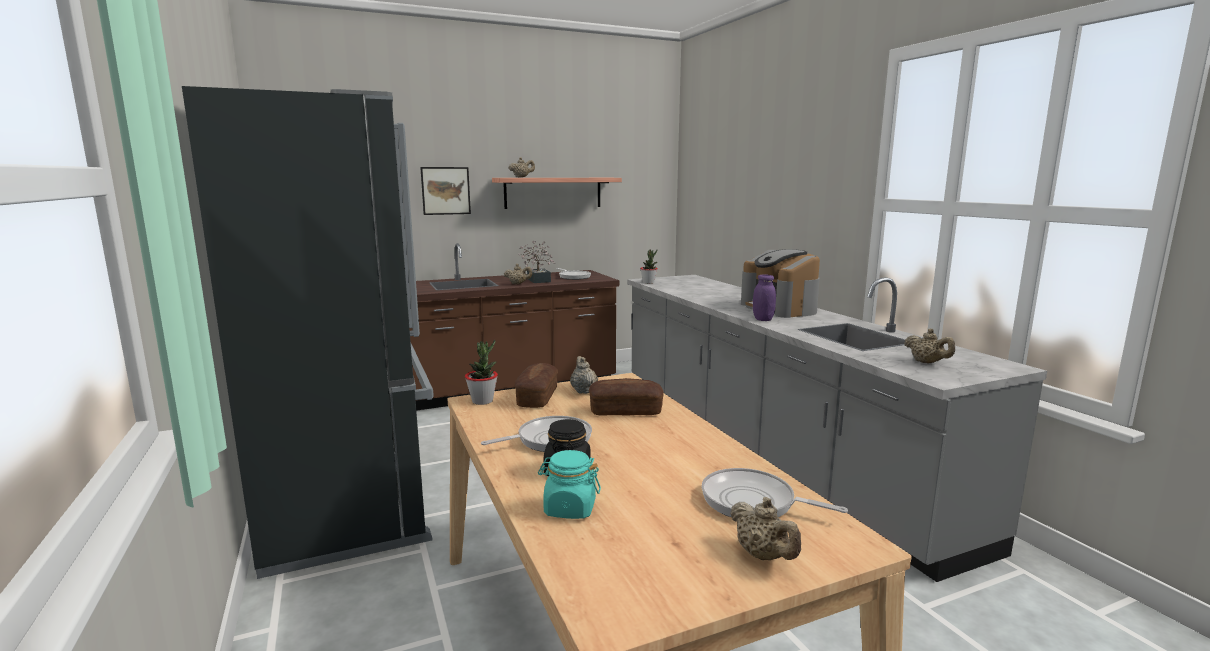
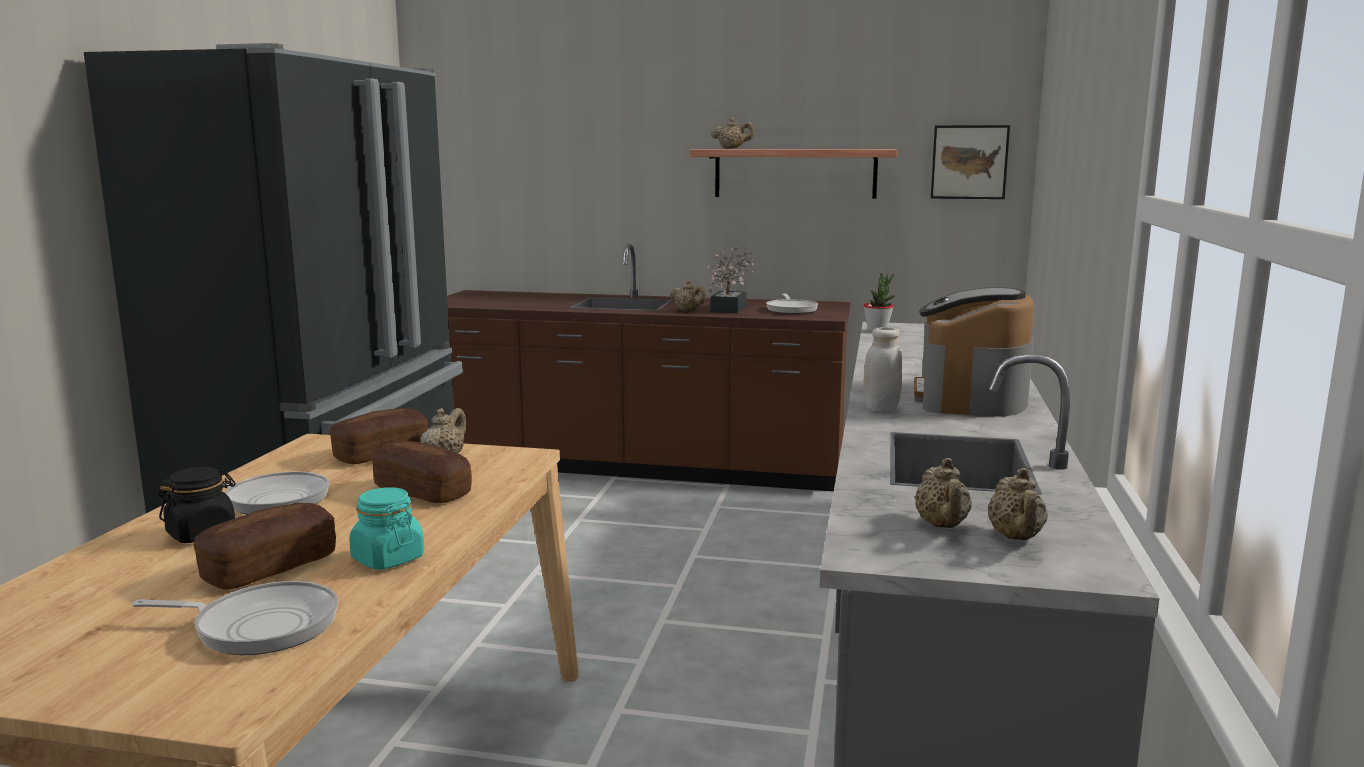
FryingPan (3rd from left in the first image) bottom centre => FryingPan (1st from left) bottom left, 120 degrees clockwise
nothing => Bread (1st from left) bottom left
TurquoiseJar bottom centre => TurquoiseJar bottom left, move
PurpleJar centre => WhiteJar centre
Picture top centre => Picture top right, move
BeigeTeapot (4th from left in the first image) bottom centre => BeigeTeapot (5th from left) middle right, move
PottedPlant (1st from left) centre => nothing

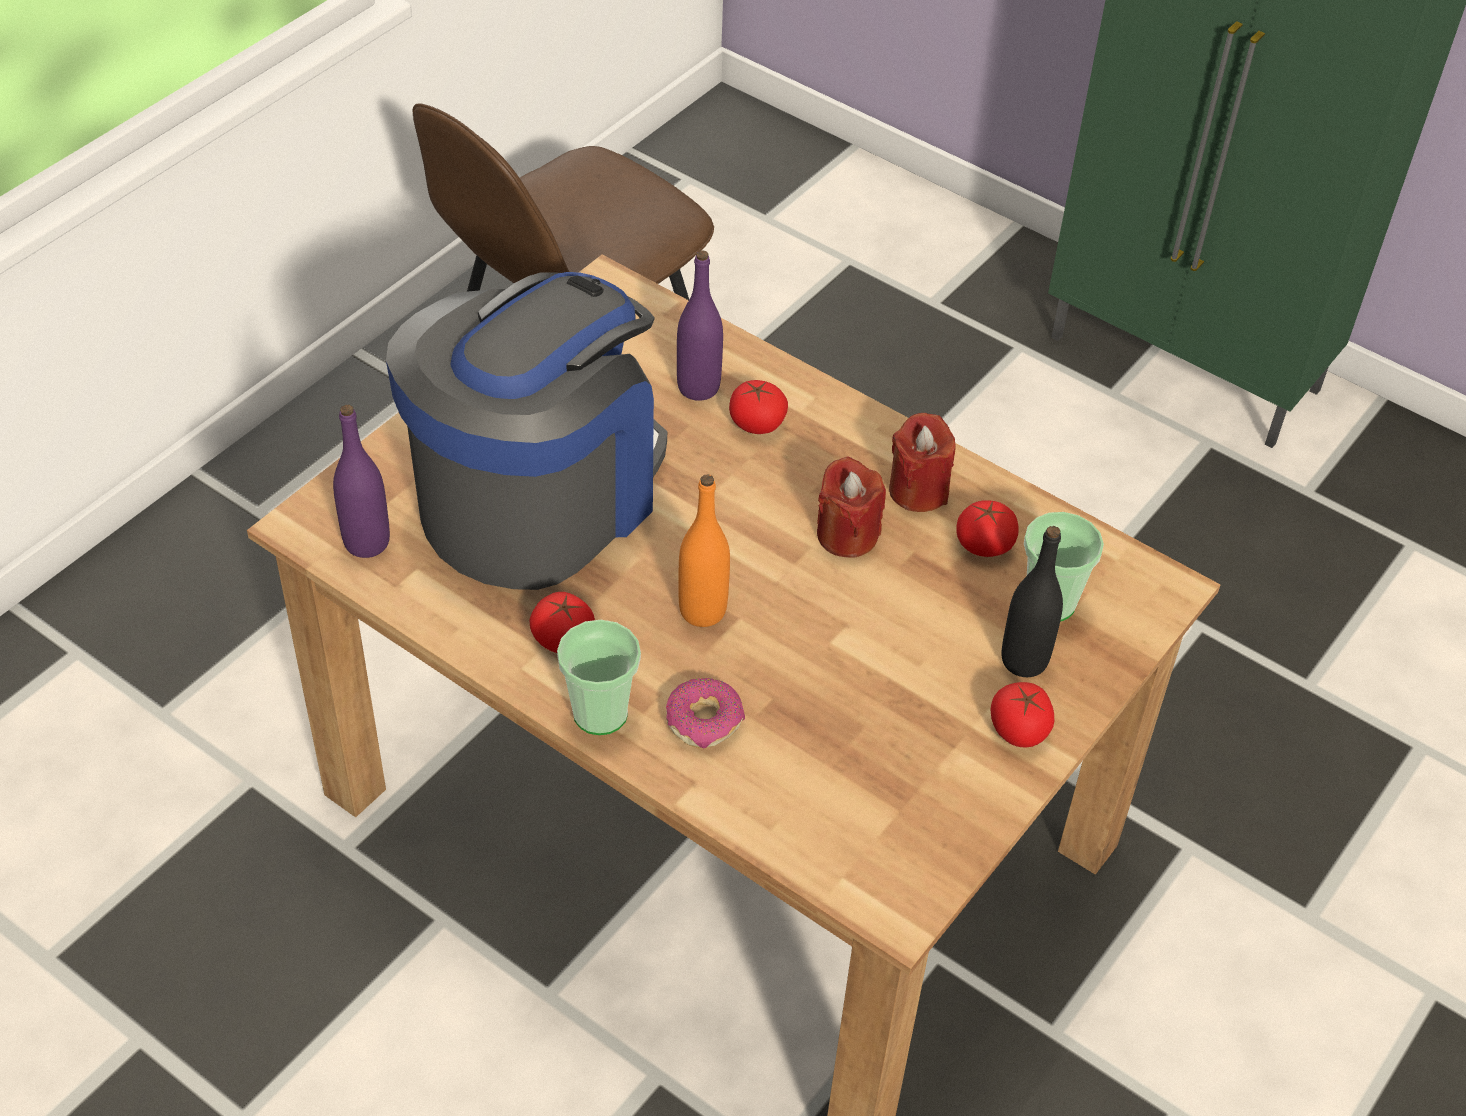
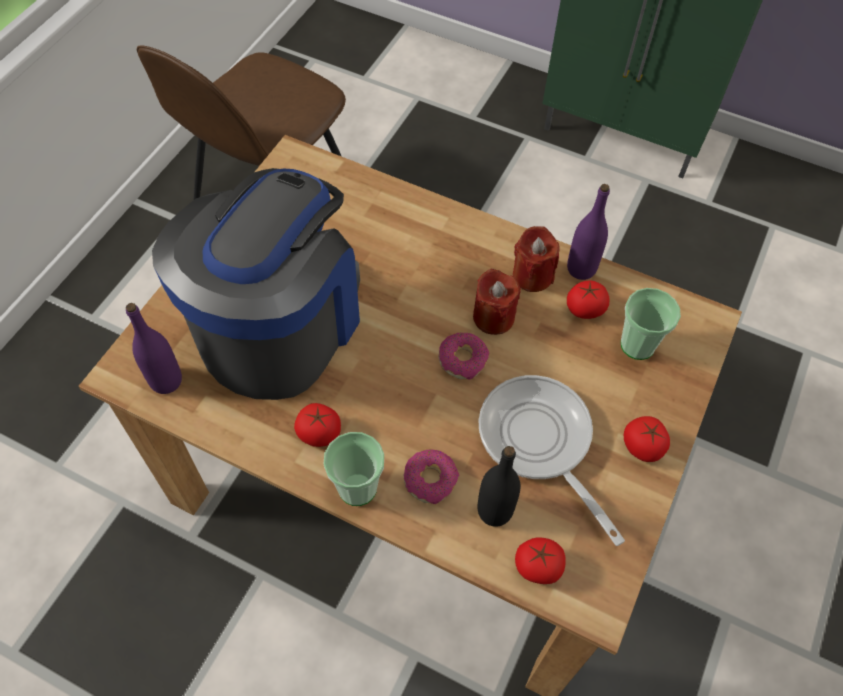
nothing => Donut (2nd from left) centre
BlackBottle middle right => BlackBottle bottom centre, move
nothing => FryingPan centre
Tomato (2nd from left) centre => Tomato (2nd from left) bottom centre, move
PurpleBottle (2nd from left) top centre => PurpleBottle (2nd from left) middle right, move
OrangeBottle centre => nothing

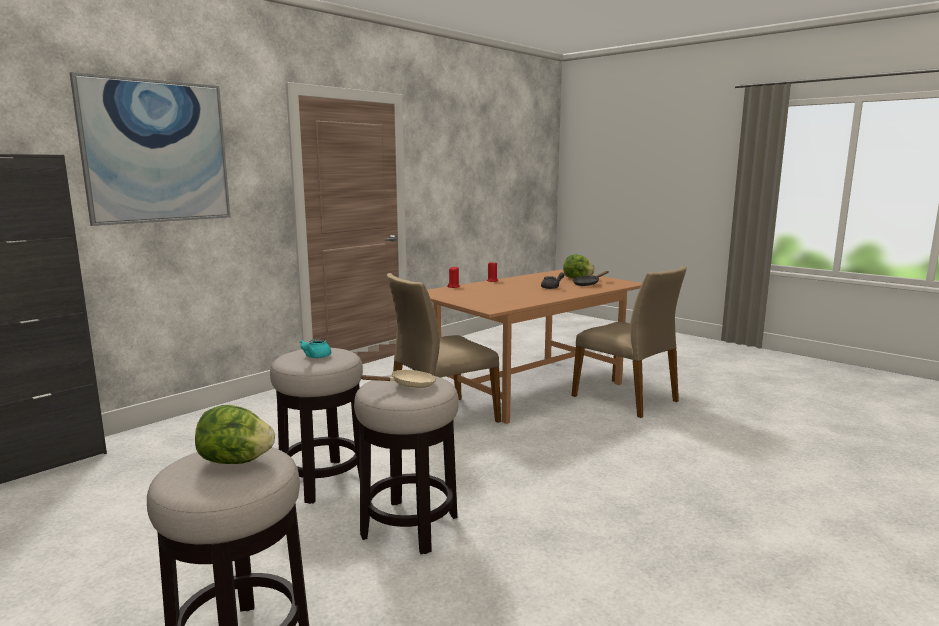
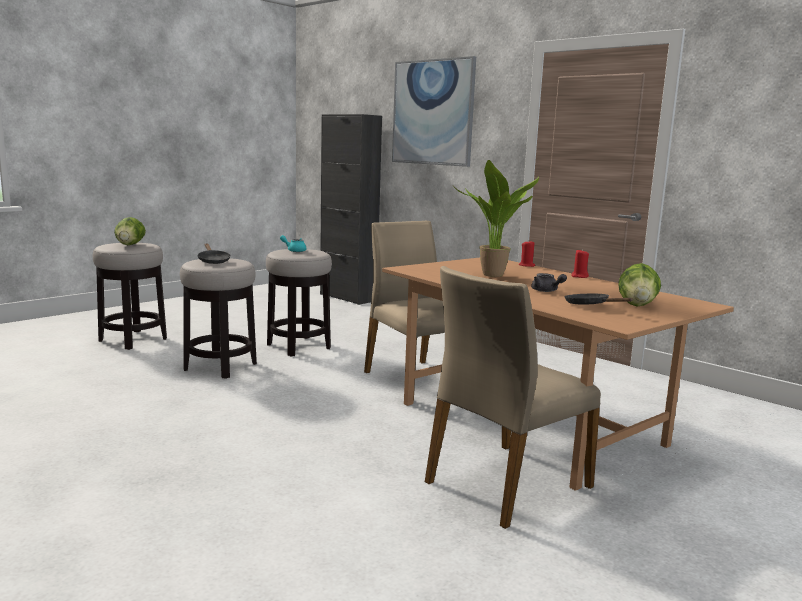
BeigeFryingPan centre => BlackFryingPan (1st from left) middle left
nothing => PottedPlant centre

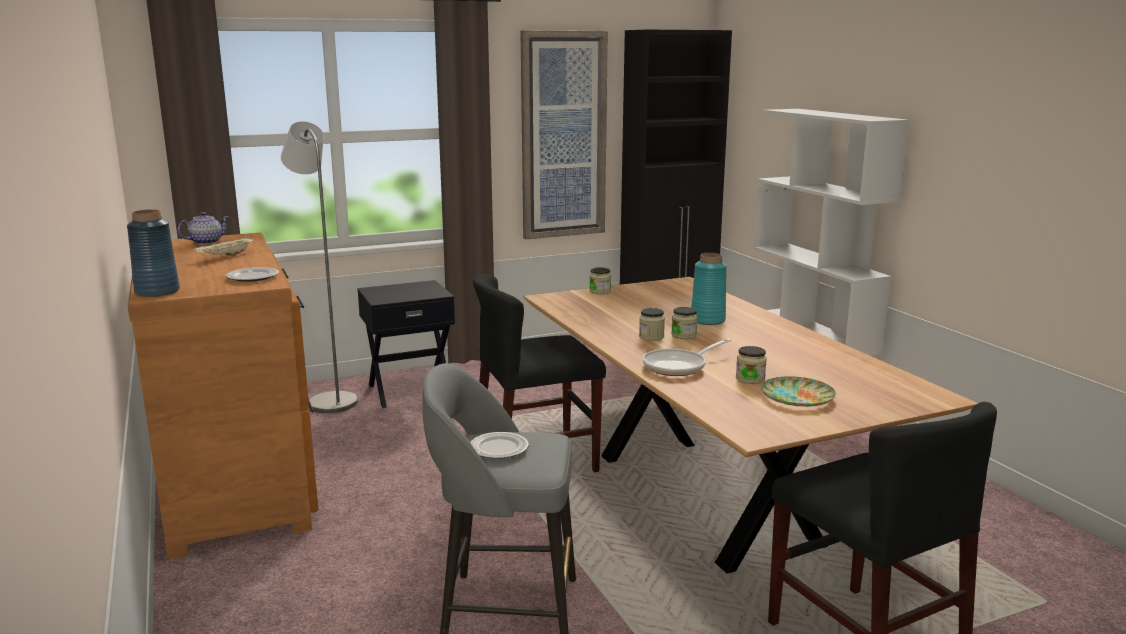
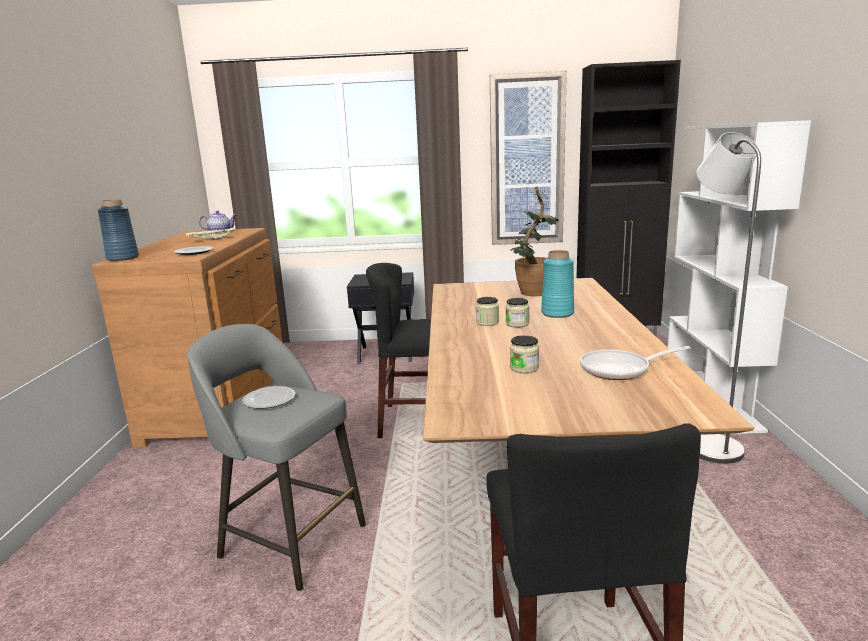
nothing => PottedPlant centre
FryingPan centre => FryingPan middle right, move
GreyFloorLamp middle left => GreyFloorLamp middle right, move
Jar (1st from left) centre => nothing
Plate (3rd from left) middle right => nothing

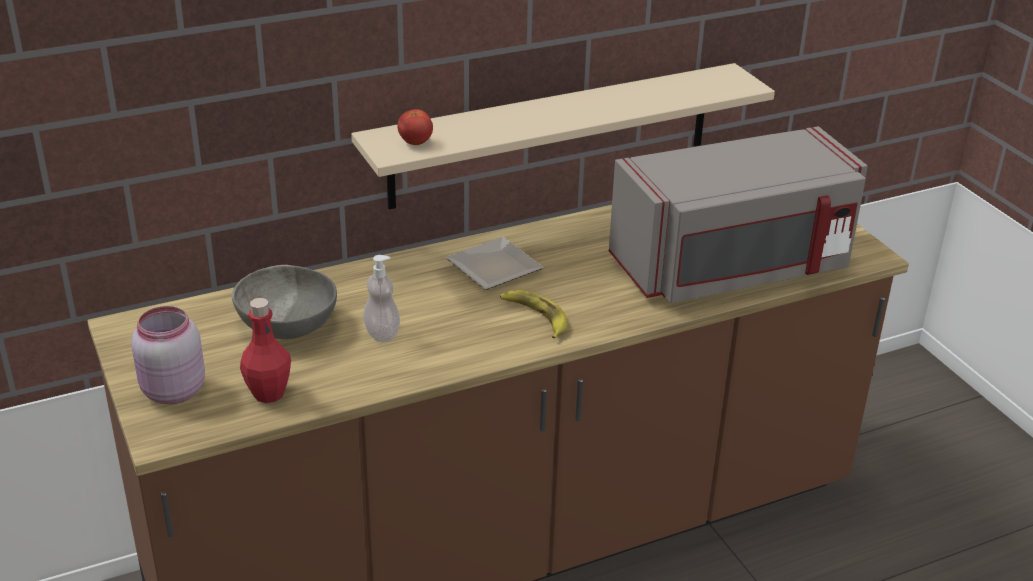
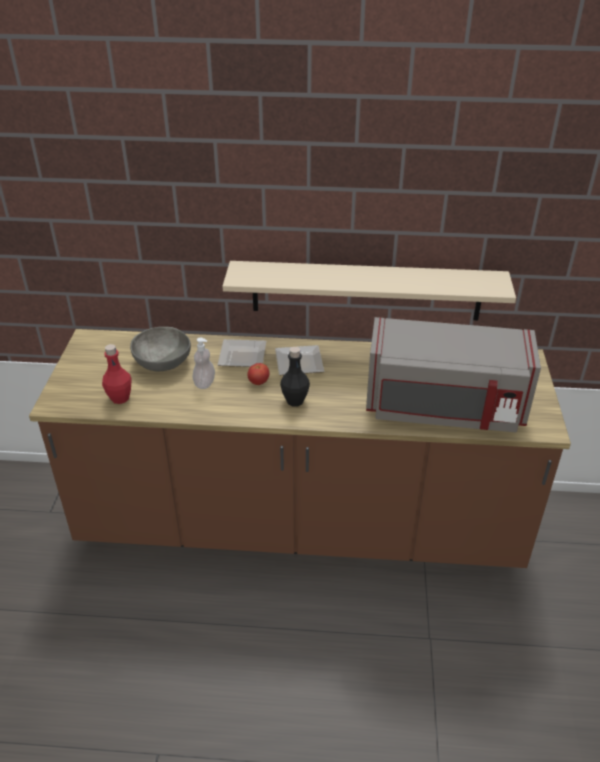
nothing => Plate (1st from left) centre
Tomato top centre => Tomato centre, move
Banana centre => BlackBottle centre
PinkJar middle left => nothing

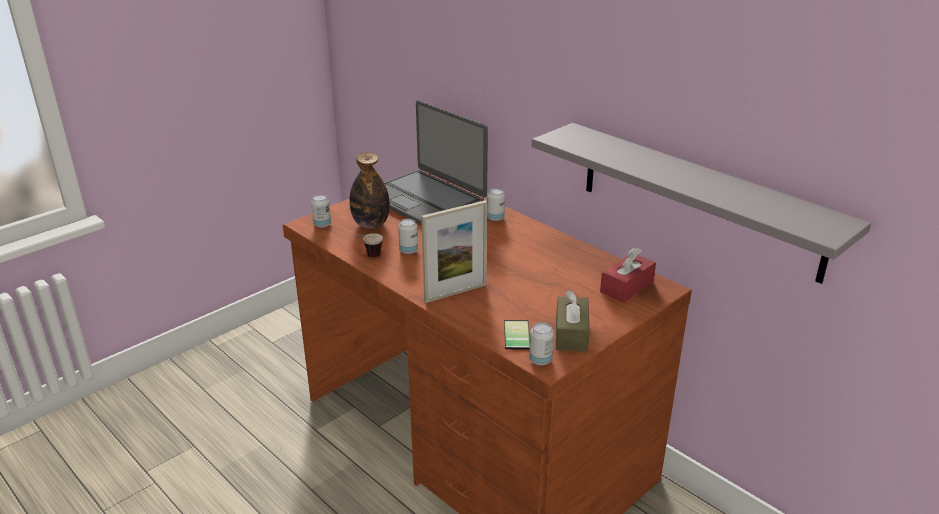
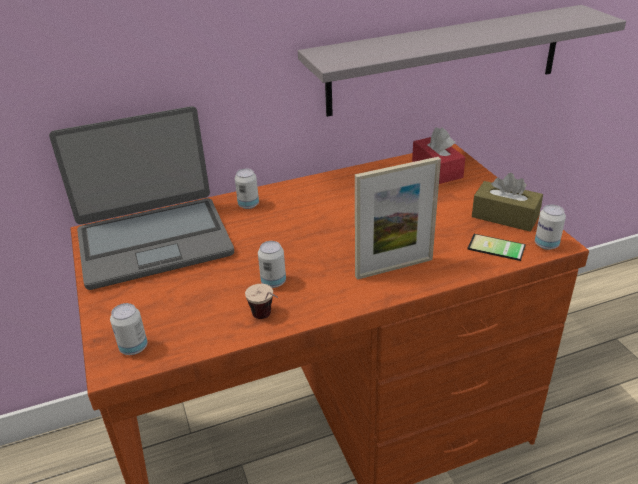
PictureFrame centre, 75 degrees clockwise
Bottle centre => nothing

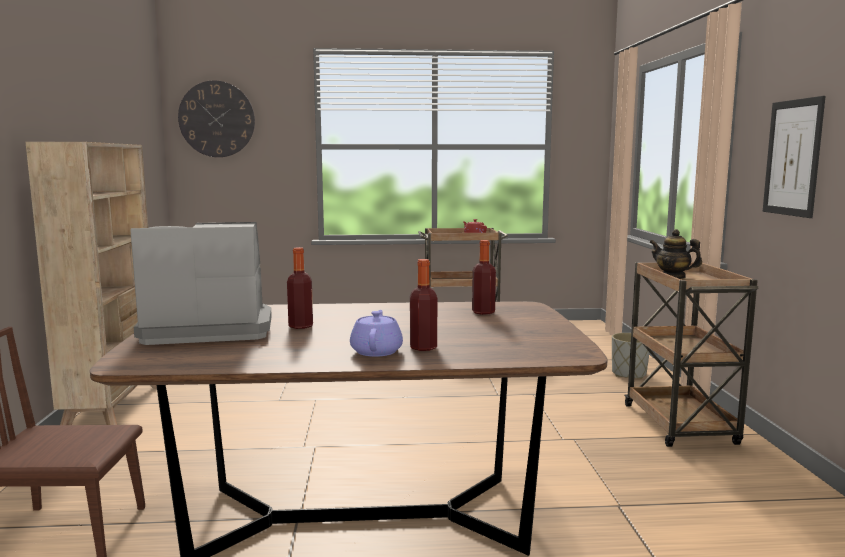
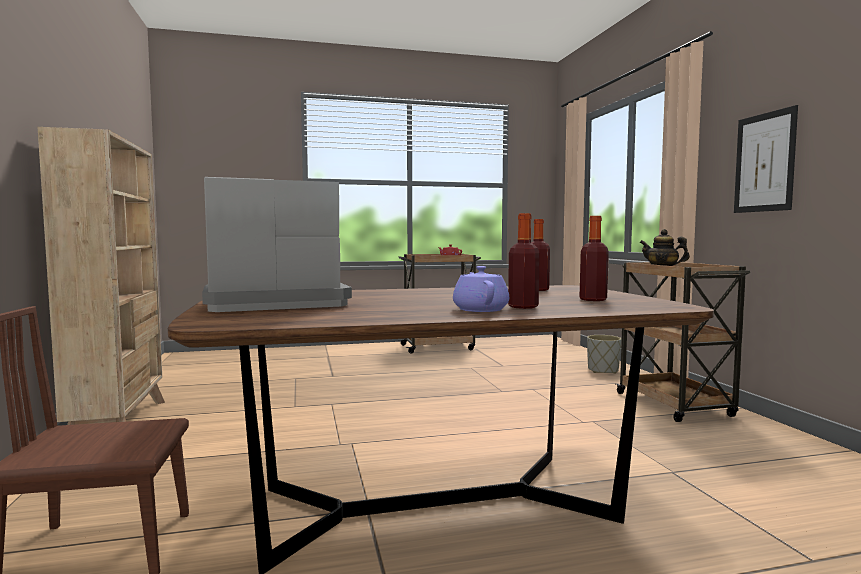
Bottle (1st from left in the first image) centre => Bottle (3rd from left) middle right, move
WallClock top left => nothing

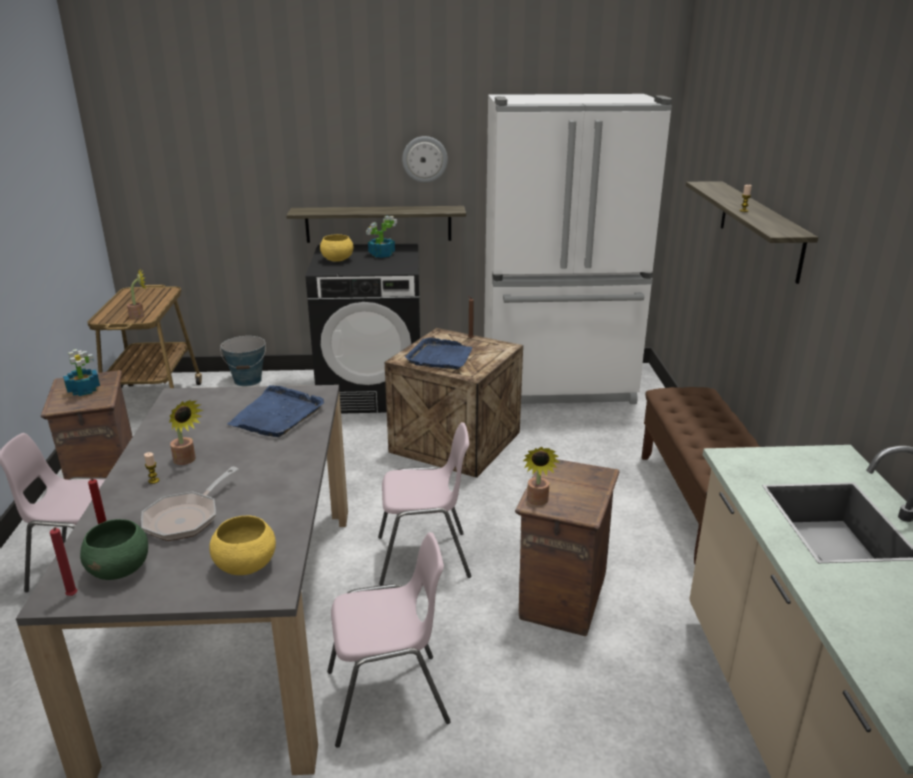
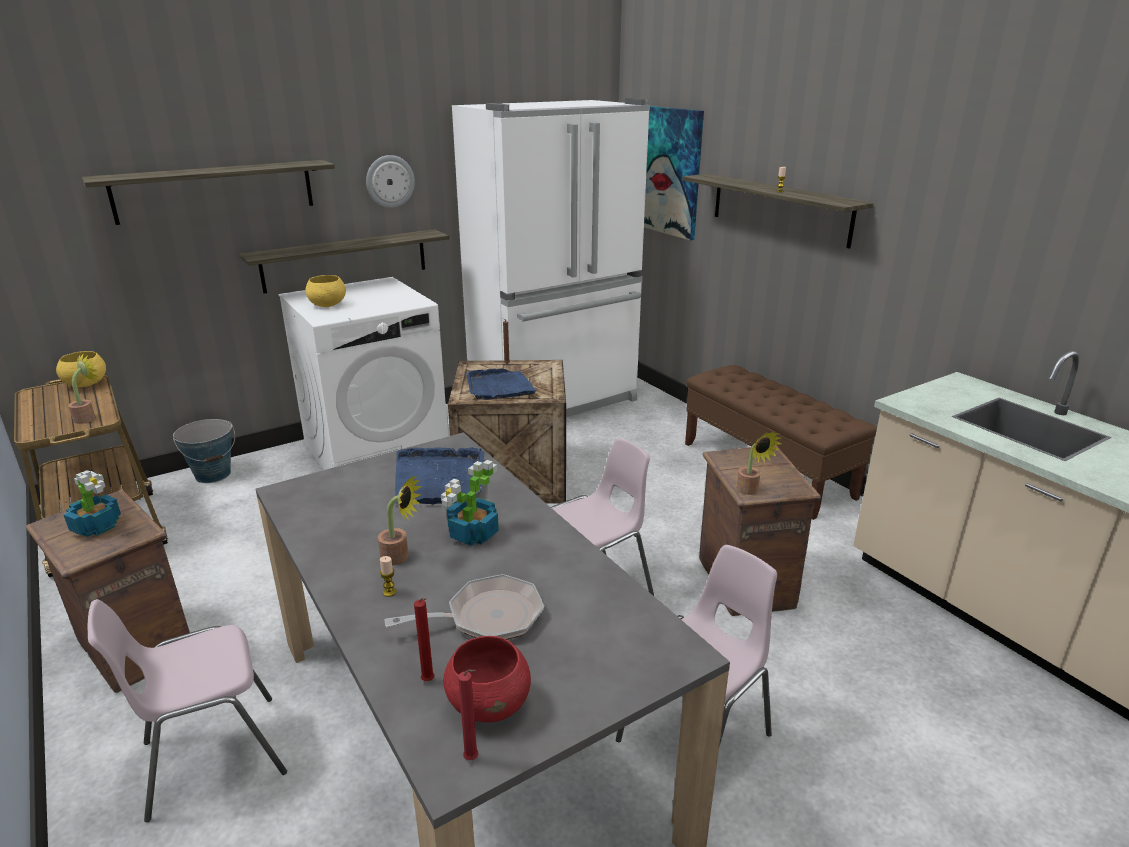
YellowBowl (1st from left) bottom left => YellowBowl (1st from left) middle left, move
nothing => Shelf (1st from left) top left
BlackWashingMachine centre => WhiteWashingMachine middle left
FryingPan middle left => FryingPan bottom centre, 105 degrees counterclockwise
PottedPlant (4th from left) top centre => PottedPlant (4th from left) centre, move
GreenBowl bottom left => RedBowl bottom centre
nothing => Picture top centre

